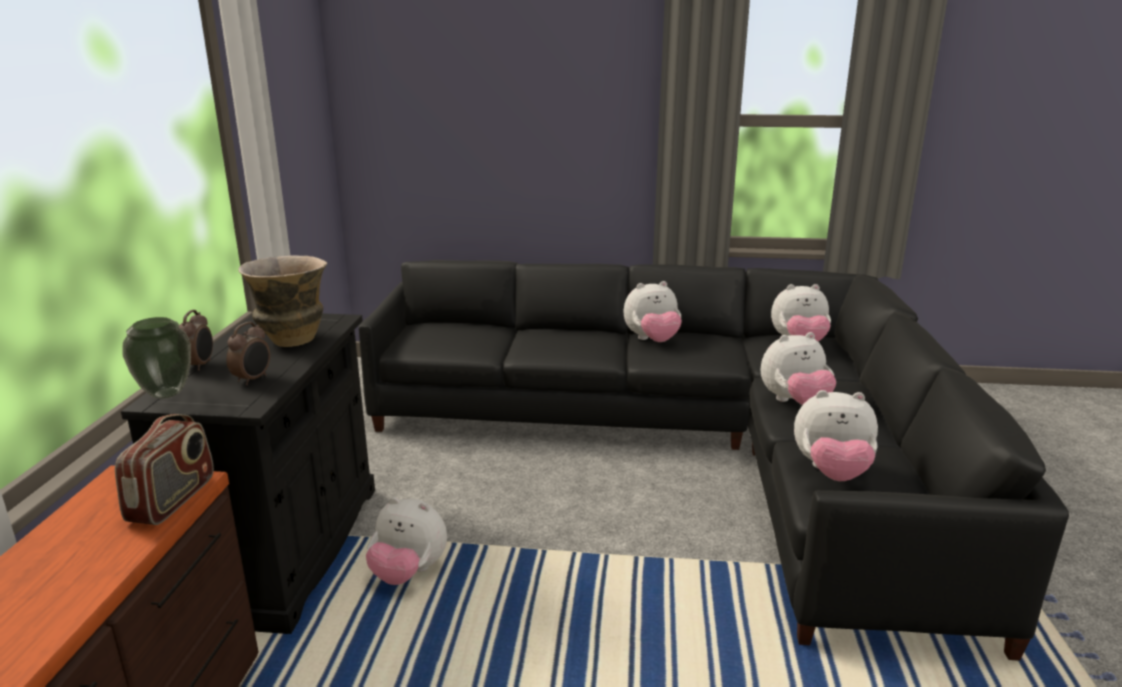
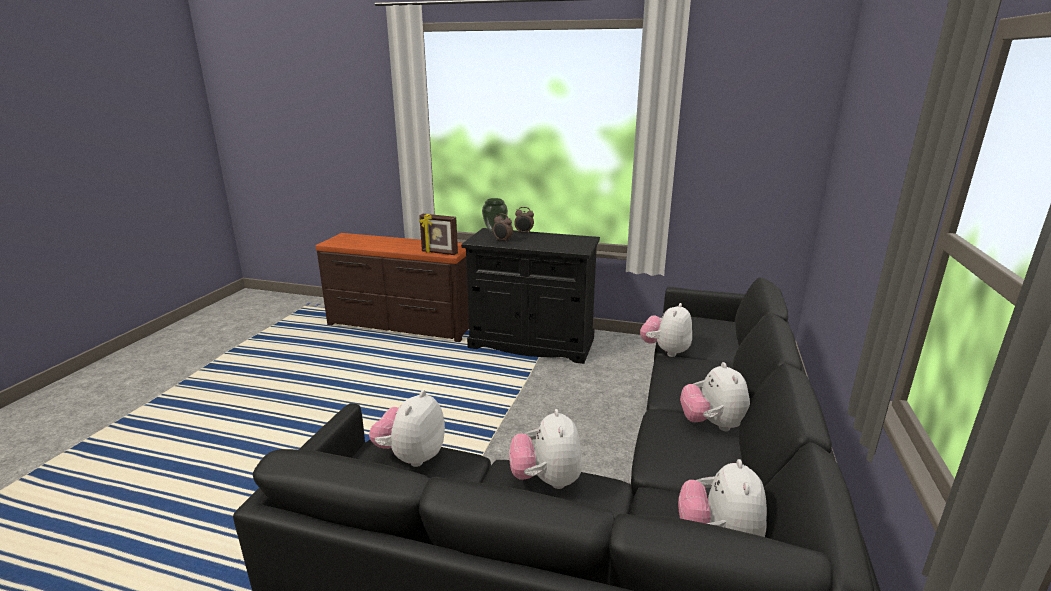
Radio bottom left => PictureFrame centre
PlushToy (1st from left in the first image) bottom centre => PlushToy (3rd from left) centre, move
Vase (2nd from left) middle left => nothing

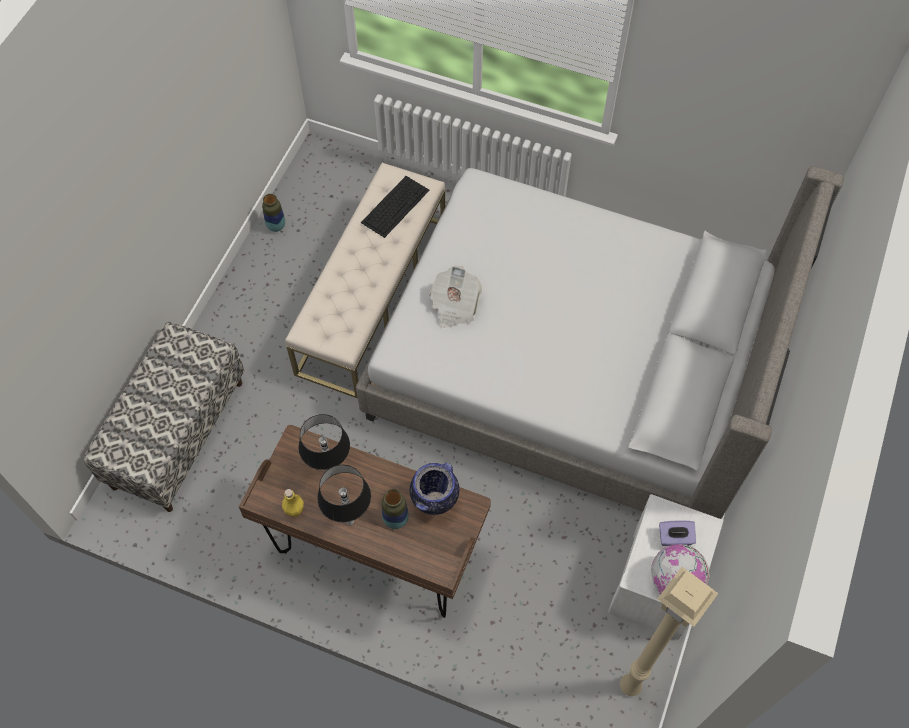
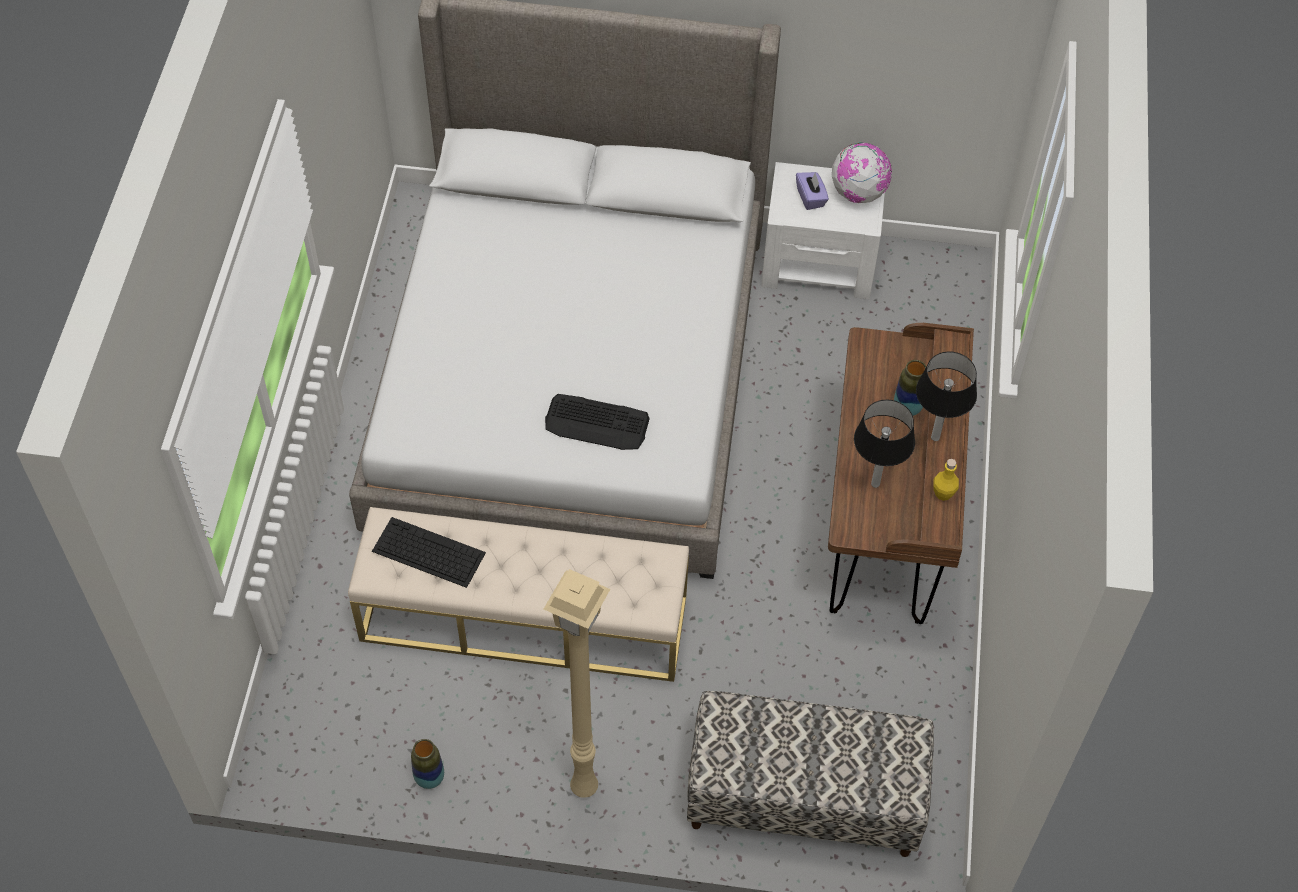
BeigeFloorLamp bottom right => BeigeFloorLamp bottom centre, move
Newspaper centre => Keyboard (2nd from left) centre
Vase (3rd from left) bottom centre => nothing

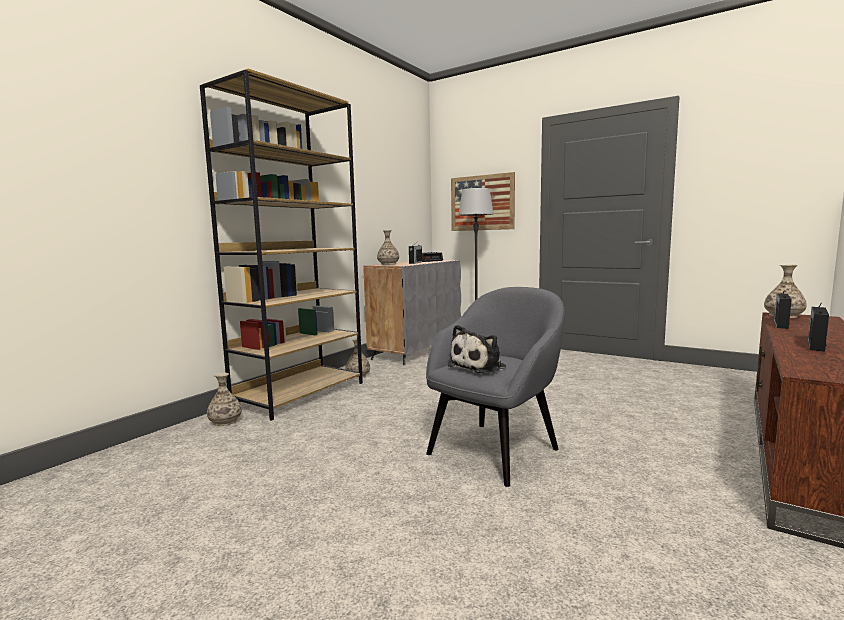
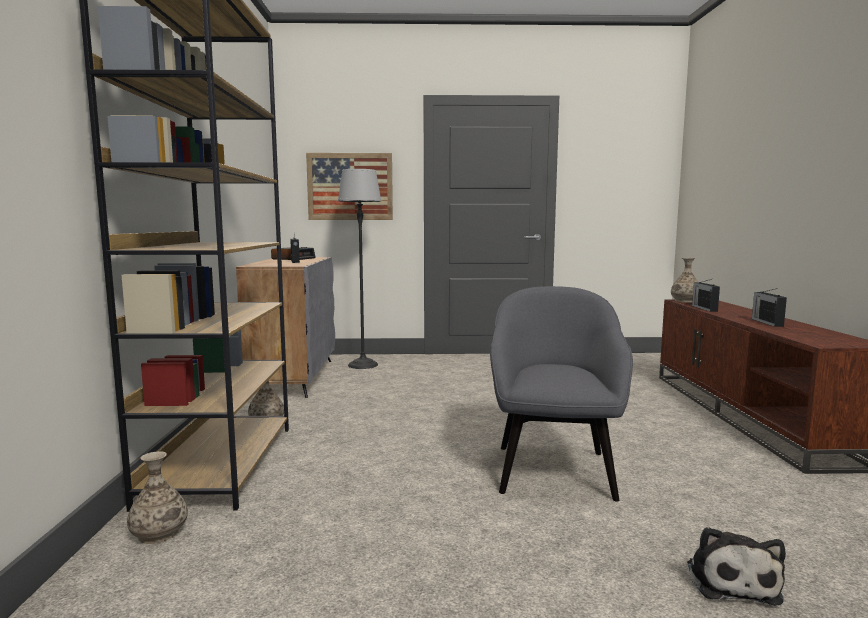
PlushToy centre => PlushToy bottom right, move
Vase (3rd from left) centre => nothing

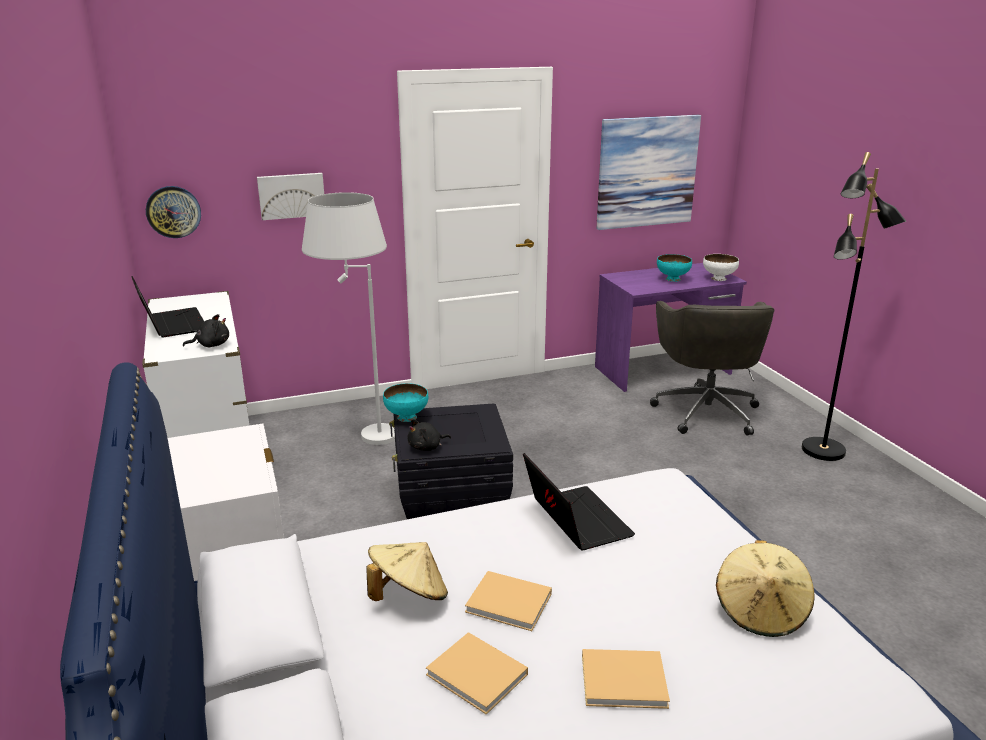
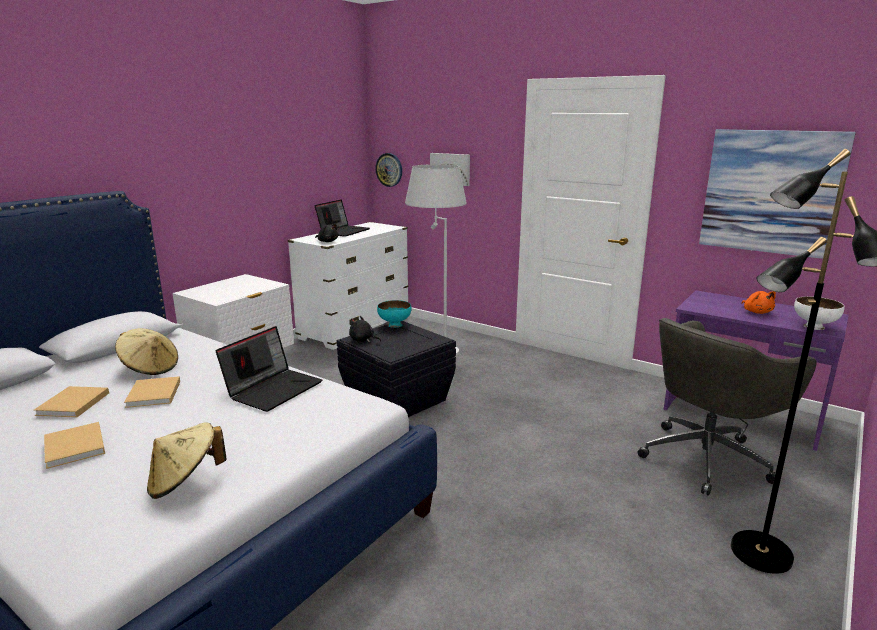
TurquoiseBowl (2nd from left) middle right => OrangePlushToy middle right

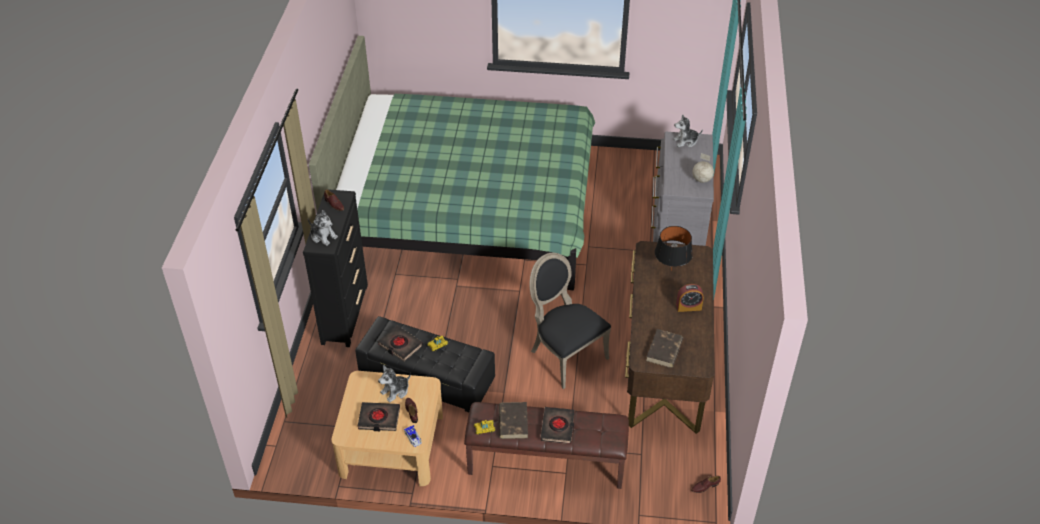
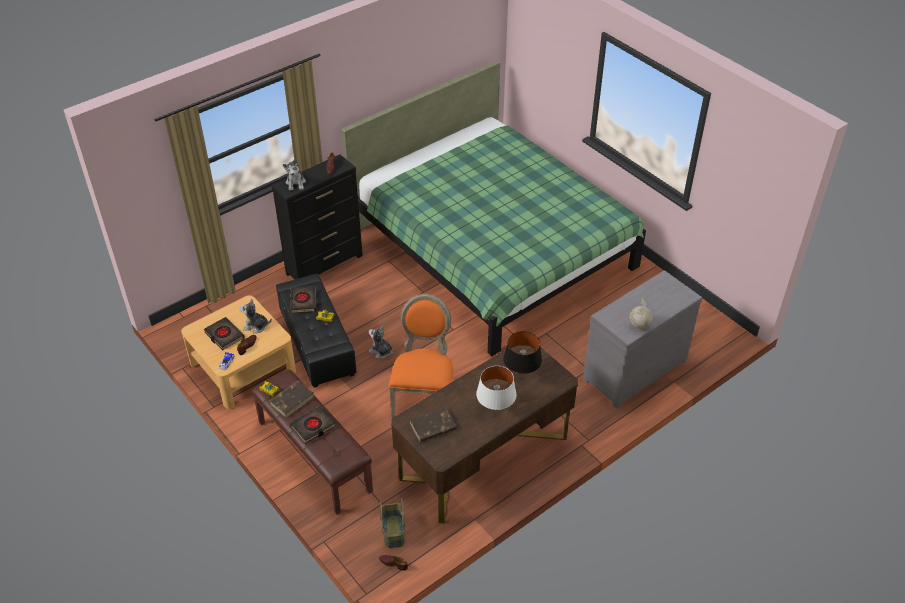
PlushToy (3rd from left) top centre => PlushToy (3rd from left) centre, move
nothing => Basket bottom centre
BlackChair centre => OrangeChair centre
AlarmClock centre => WhiteTableLamp centre

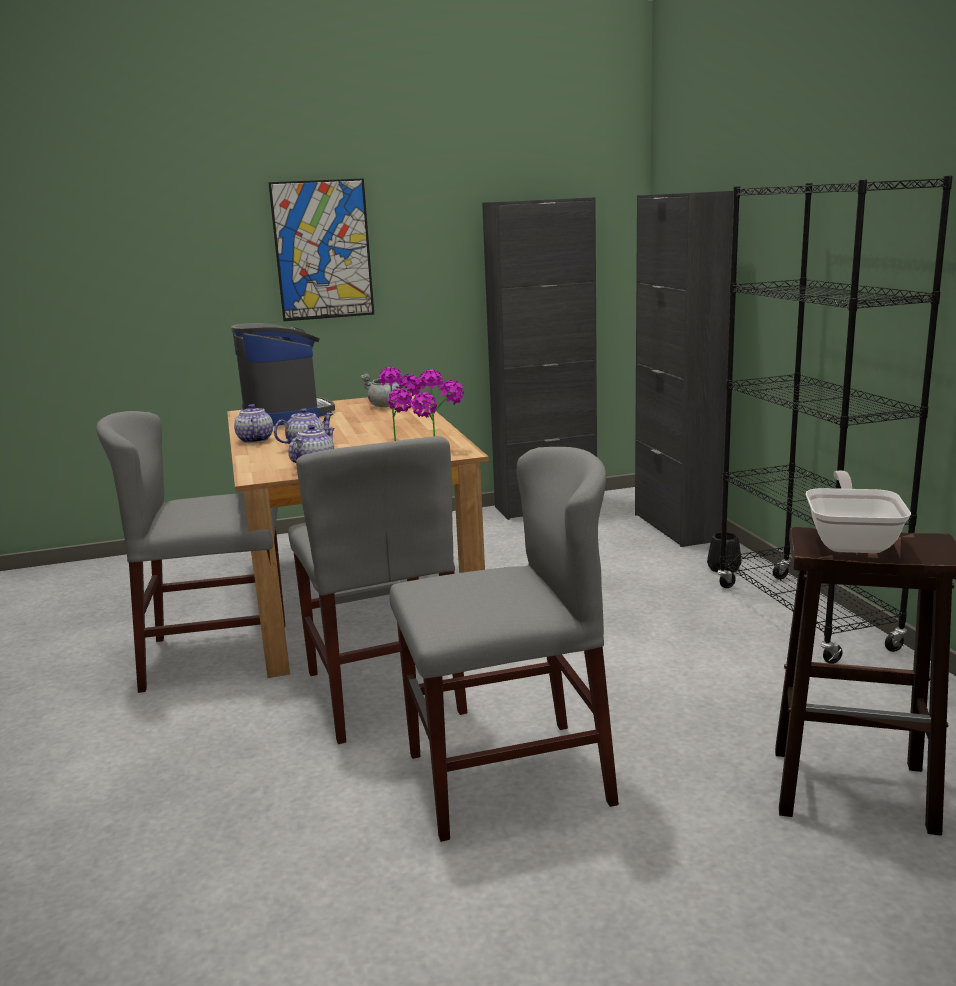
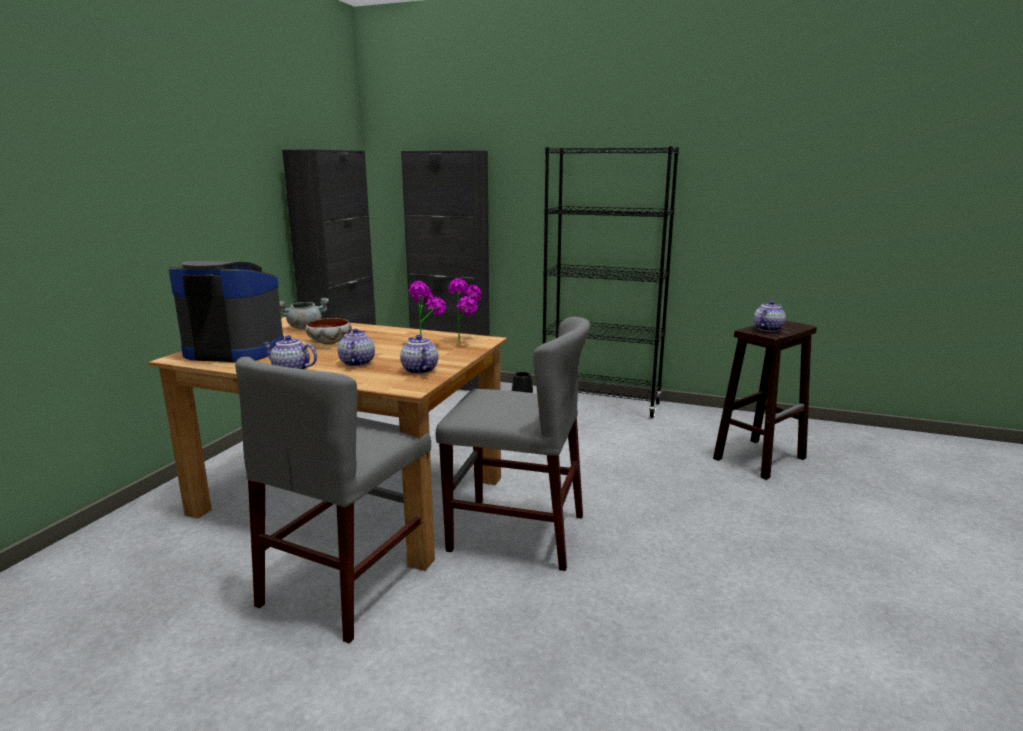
nothing => Bowl middle left
FryingPan middle right => Teapot (4th from left) middle right
Picture top centre => nothing
GreyChair (3rd from left) centre => nothing

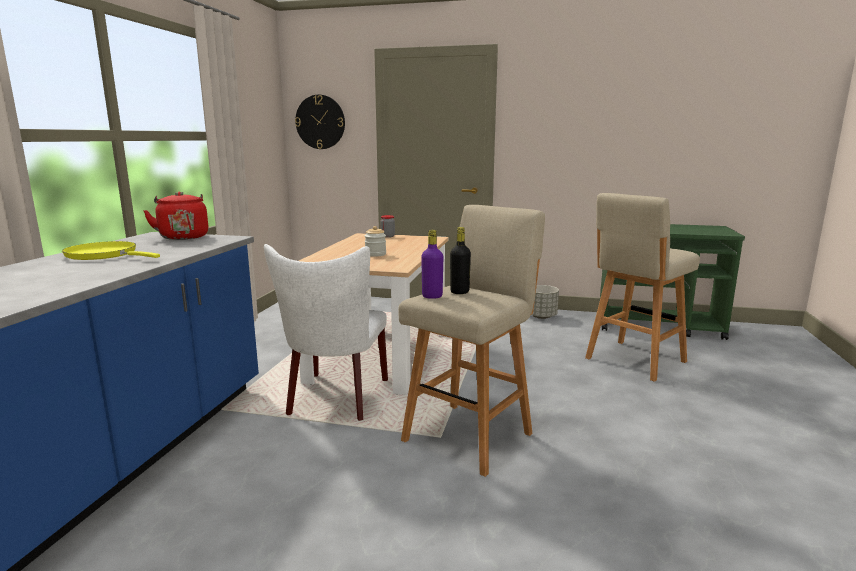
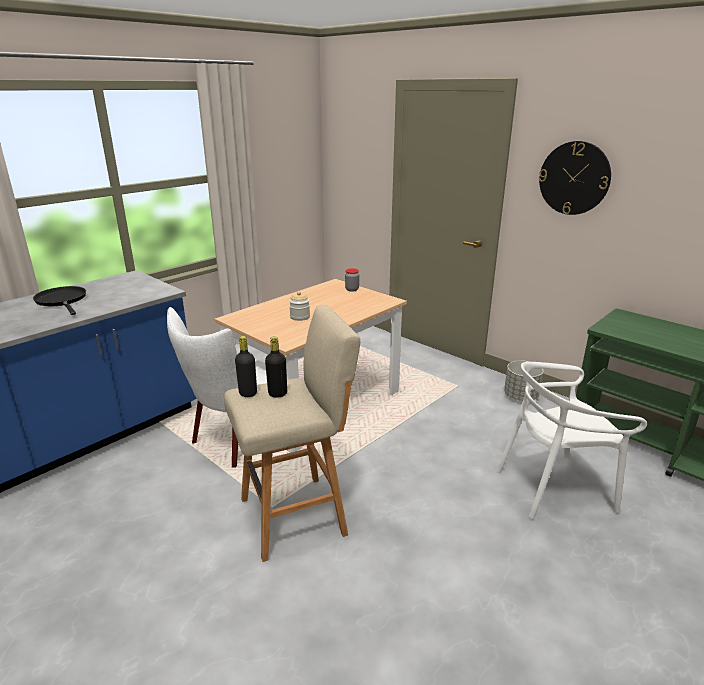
YellowFryingPan middle left => BlackFryingPan middle left
PurpleBottle centre => BlackBottle (1st from left) centre
BeigeStool (2nd from left) middle right => WhiteChair (2nd from left) middle right
WallClock top centre => WallClock top right, move
RedKettle middle left => nothing

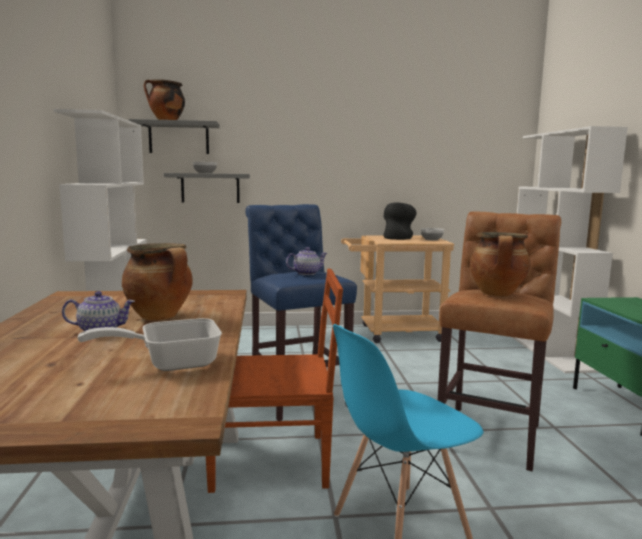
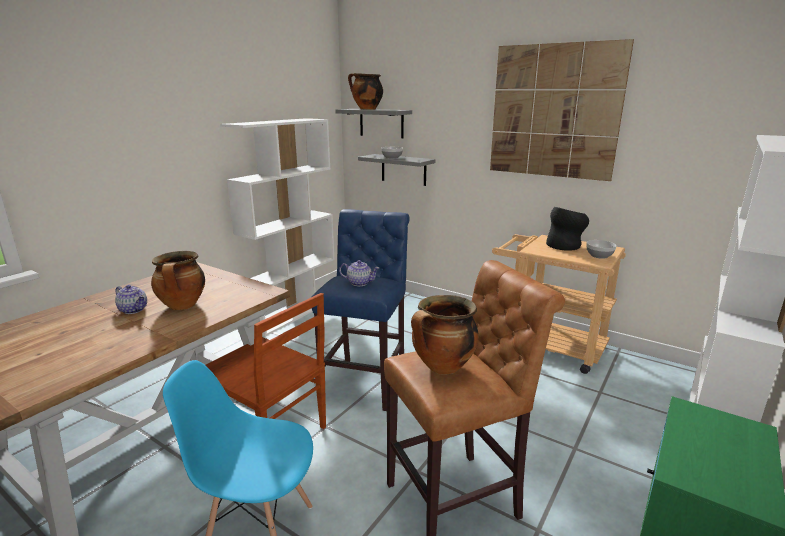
nothing => Picture top right
FryingPan middle left => nothing

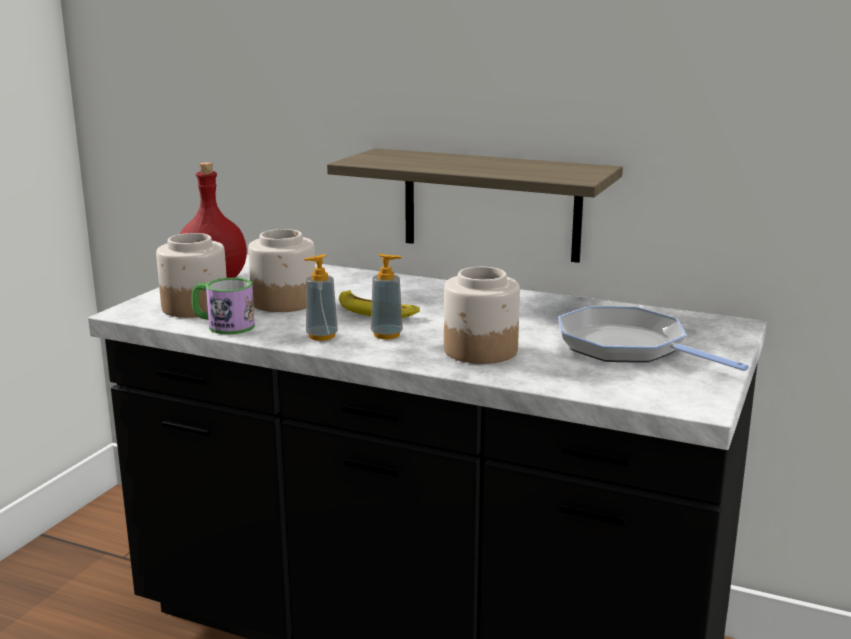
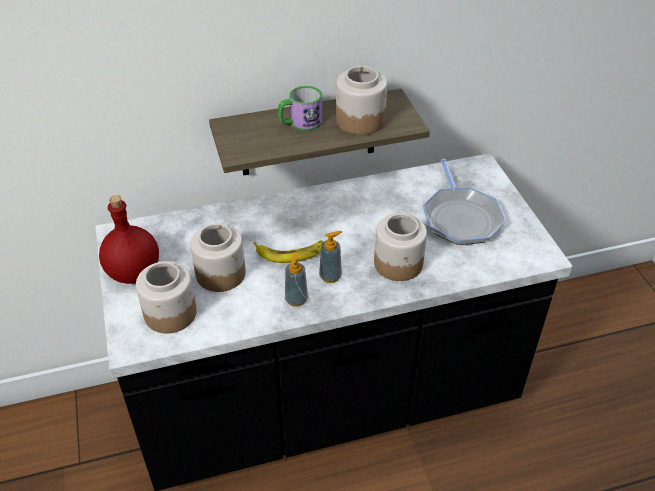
Mug middle left => Mug top centre, move
nothing => Jar (3rd from left) top centre
FryingPan middle right, 105 degrees counterclockwise

